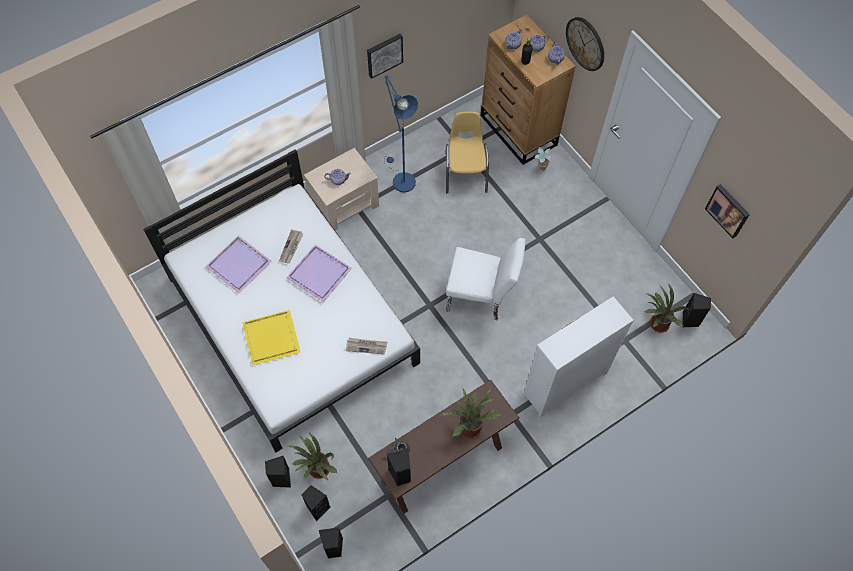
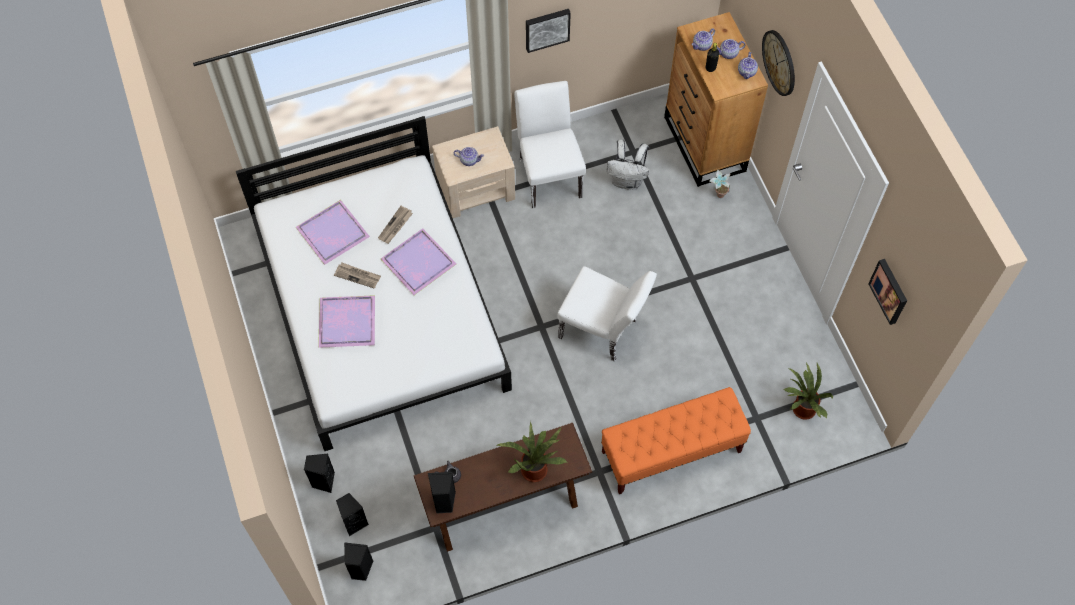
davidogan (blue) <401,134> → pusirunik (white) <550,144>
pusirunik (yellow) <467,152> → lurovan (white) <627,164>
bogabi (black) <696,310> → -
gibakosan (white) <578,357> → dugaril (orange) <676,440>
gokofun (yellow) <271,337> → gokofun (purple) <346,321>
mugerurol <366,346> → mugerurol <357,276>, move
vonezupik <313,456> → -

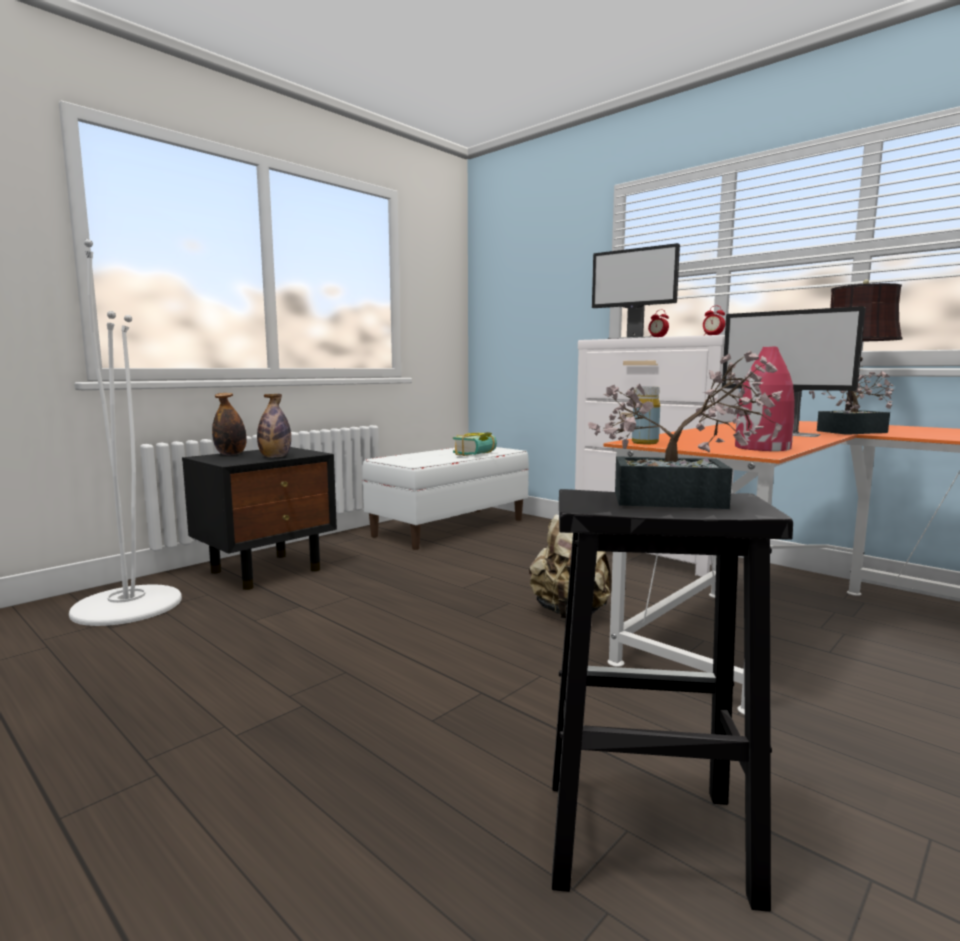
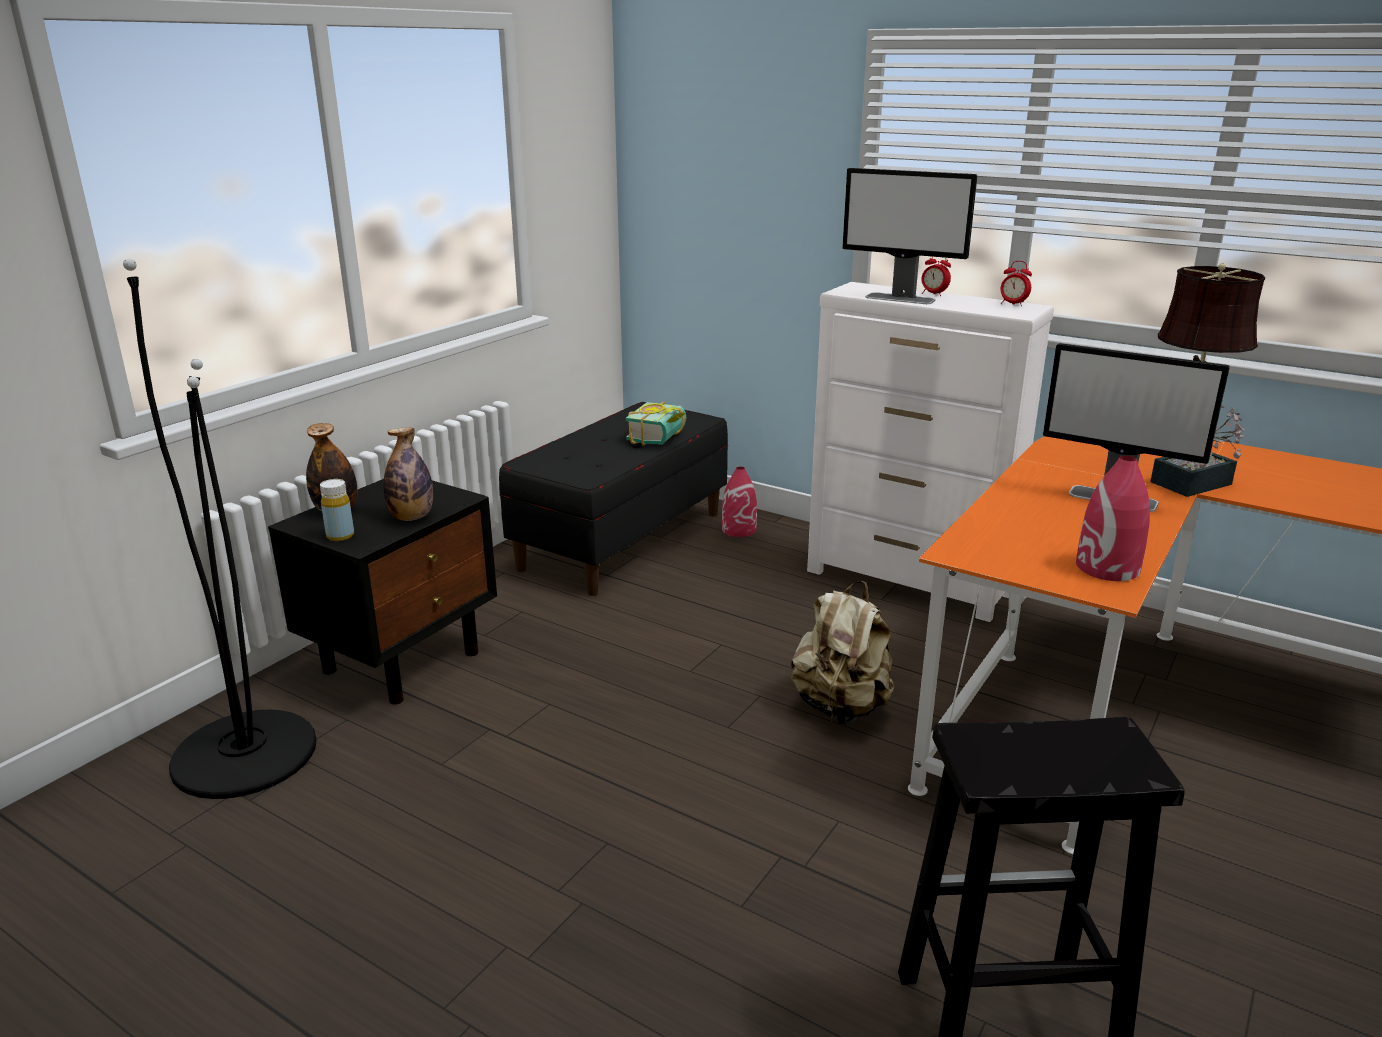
davidogan (white) <125,432> → davidogan (black) <220,529>
vonezupik <685,429> → -
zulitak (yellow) <646,415> → zulitak (yellow) <337,510>, move
dugaril (white) <445,498> → dugaril (black) <613,499>
- → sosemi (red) <739,502>

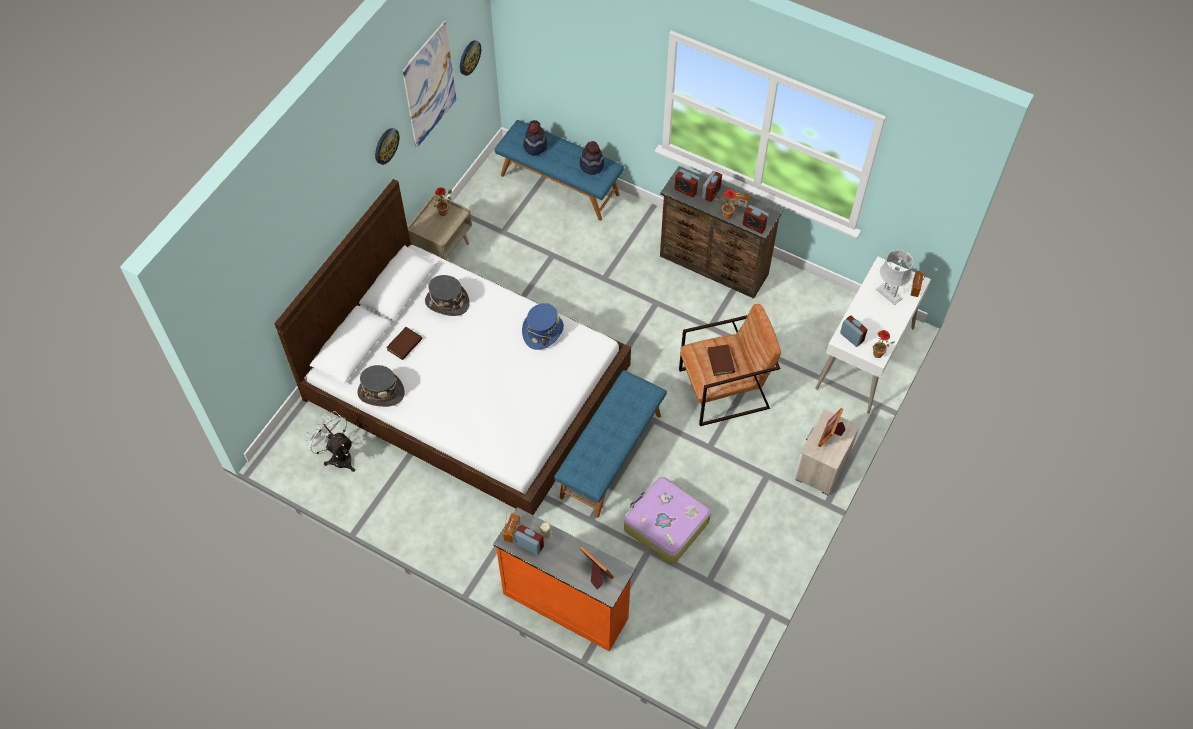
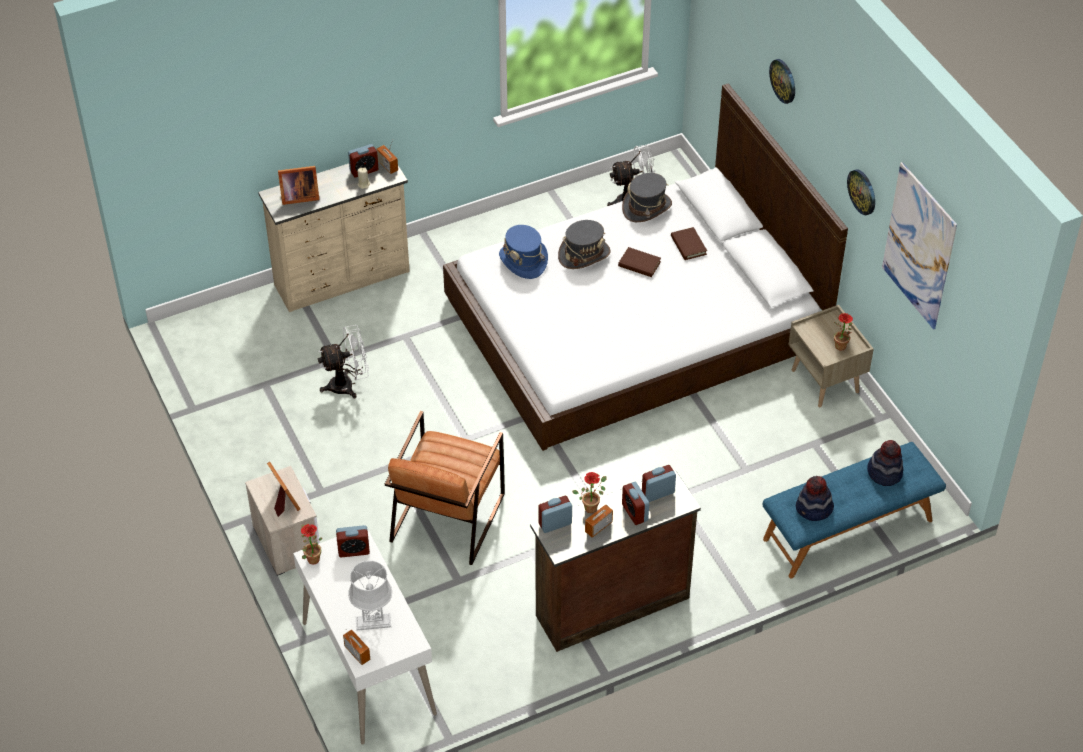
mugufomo <470,58> → mugufomo <782,81>, move
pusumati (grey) <447,295> → pusumati (grey) <584,244>, move
pusumati (blue) <543,326> → pusumati (blue) <523,252>, move
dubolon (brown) <721,360> → dubolon (brown) <639,262>, move
dugaril (blue) <610,443> → -
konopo <667,520> → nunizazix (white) <343,361>
gibakosan (orange) <564,579> → gibakosan (beige) <334,237>

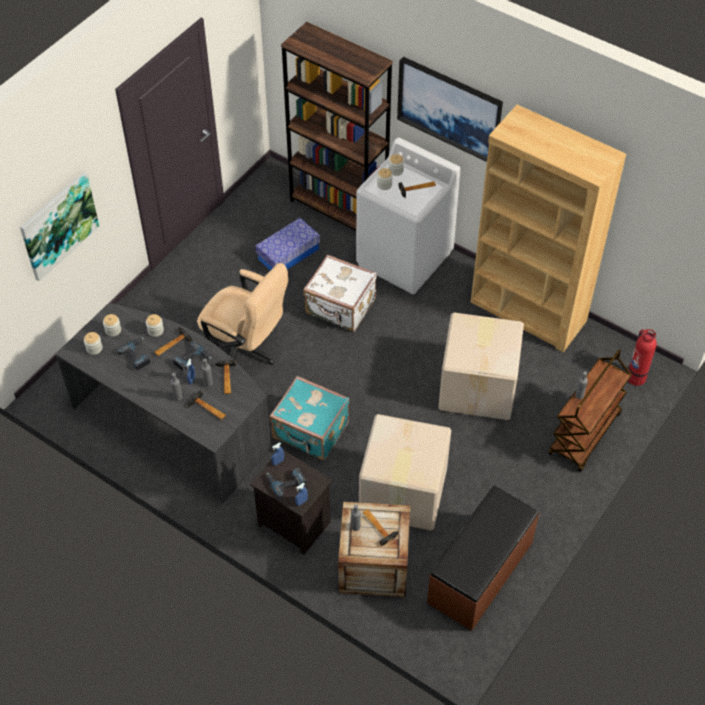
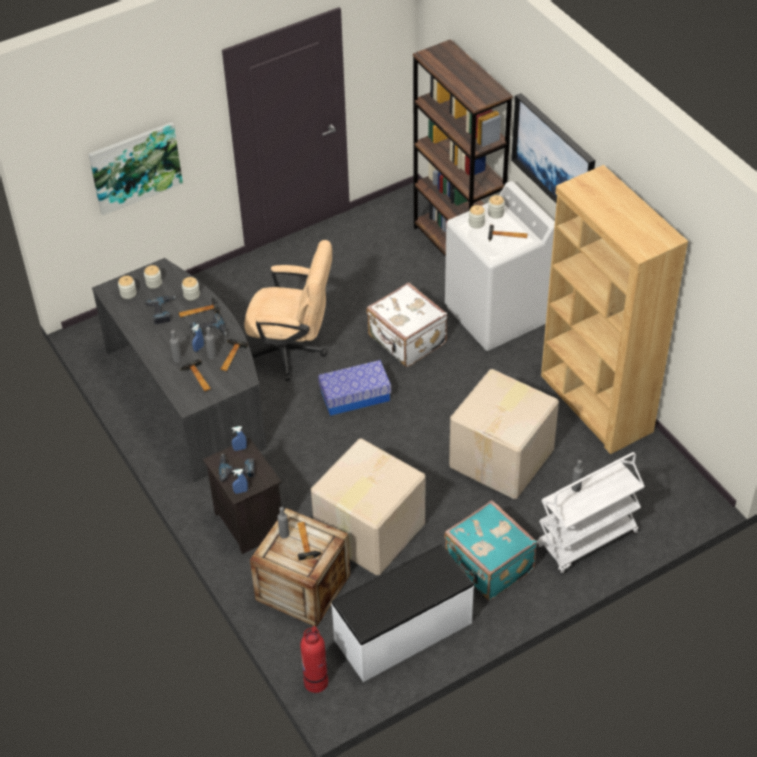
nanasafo <288,244> → nanasafo <354,388>, move
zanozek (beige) <242,314> → zanozek (beige) <288,310>, 45 degrees counterclockwise
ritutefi <642,357> → ritutefi <314,659>, move
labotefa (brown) <590,410> → labotefa (white) <591,513>
konopo (turquoise) <310,418> → konopo (turquoise) <490,550>, move
dugaril (brown) <483,558> → dugaril (white) <402,613>

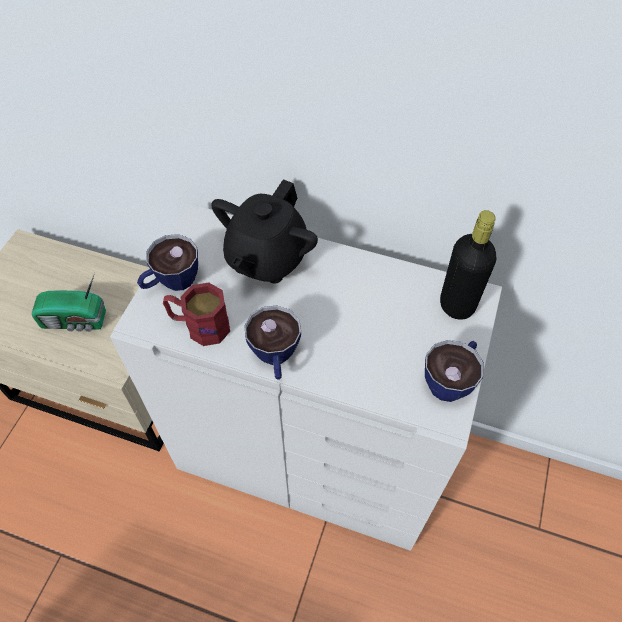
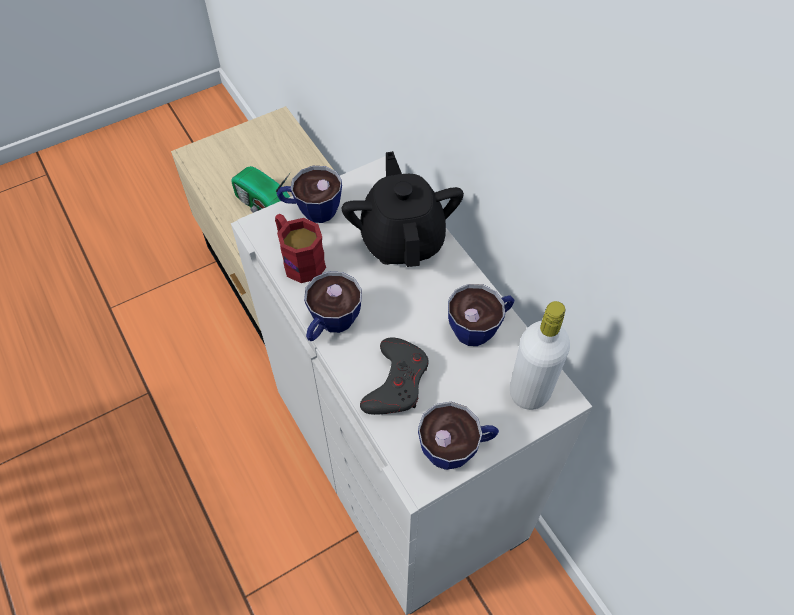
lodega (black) <264,231> → lodega (black) <402,209>, 105 degrees clockwise
zulitak (black) <468,265> → zulitak (white) <540,355>
- → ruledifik <481,315>
- → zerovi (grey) <394,376>

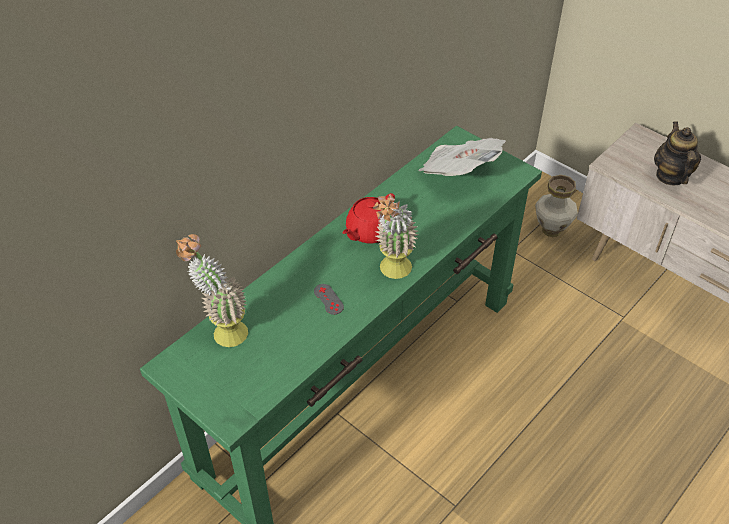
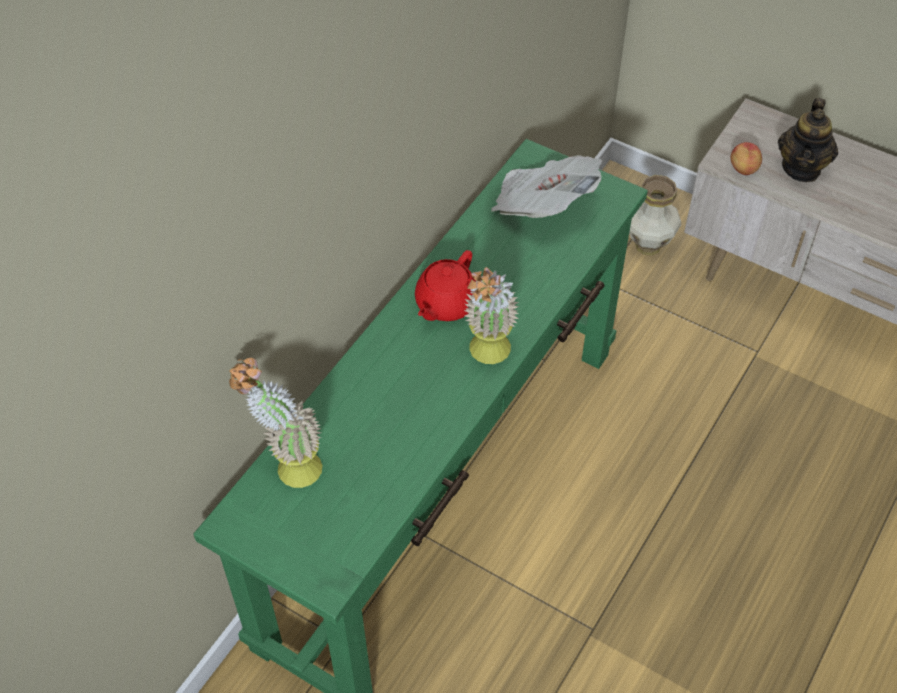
lodega <677,153> → lodega <808,140>, 150 degrees counterclockwise
zerovi (grey) <329,299> → -
- → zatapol <746,158>

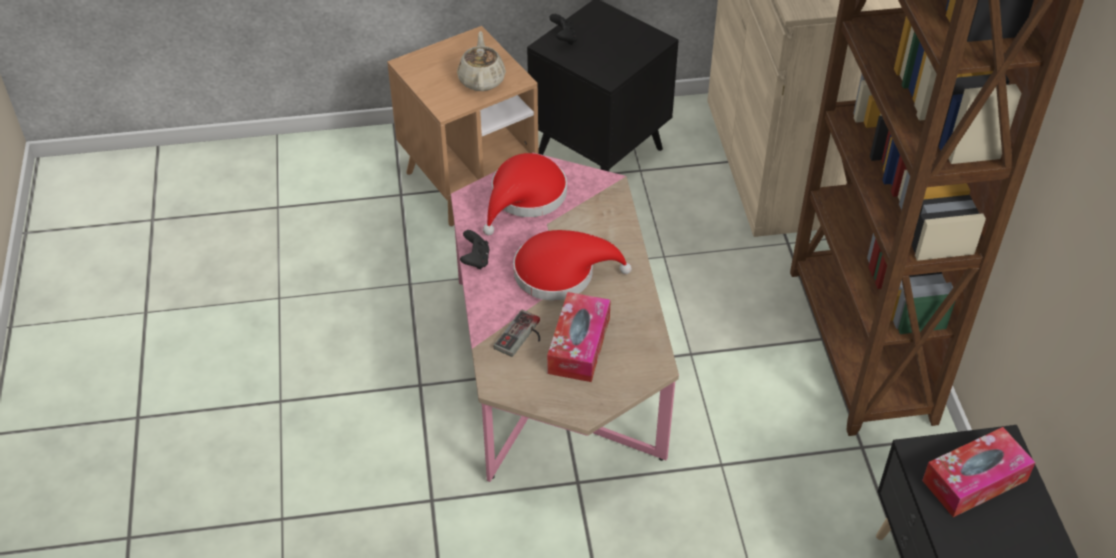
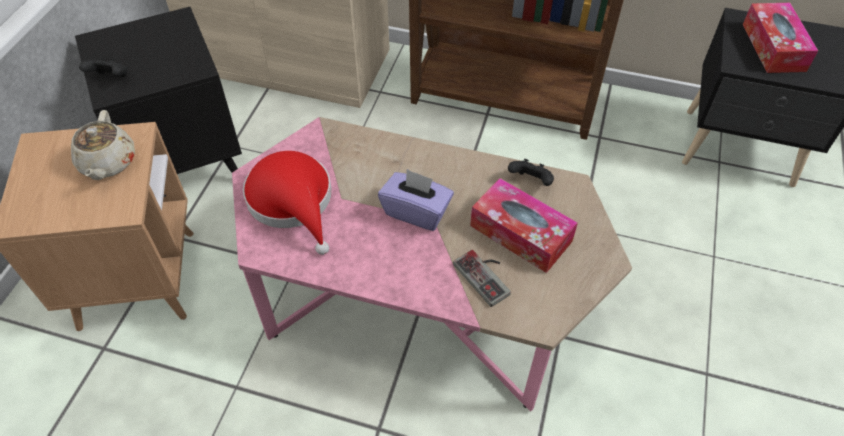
lodega (beige) <481,61> → lodega (beige) <103,145>, 120 degrees counterclockwise
zerovi (black) <475,250> → zerovi (black) <531,172>, move
pusumati (red) <572,265> → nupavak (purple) <416,200>

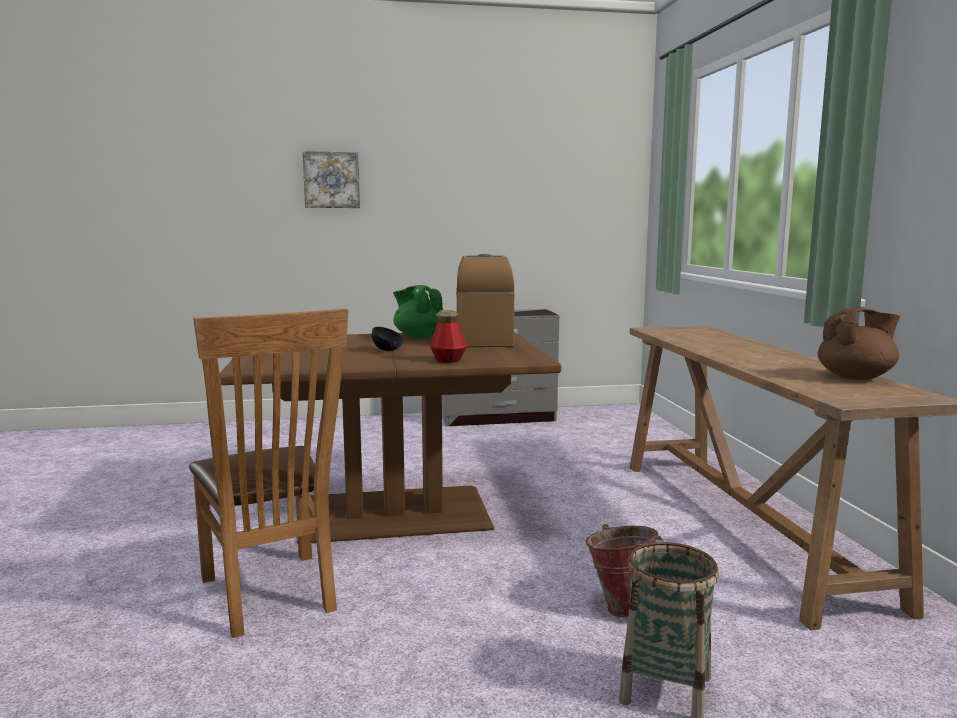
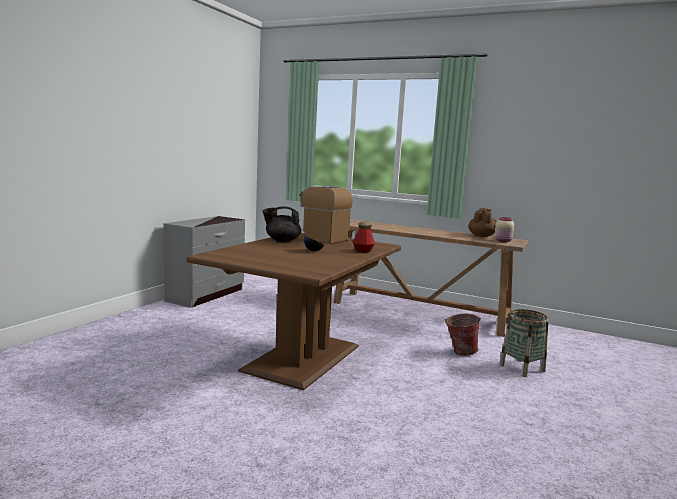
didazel <331,179> → -
lodega (green) <418,312> → lodega (black) <281,224>
pusirunik (brown) <269,473> → -
- → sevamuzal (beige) <504,229>

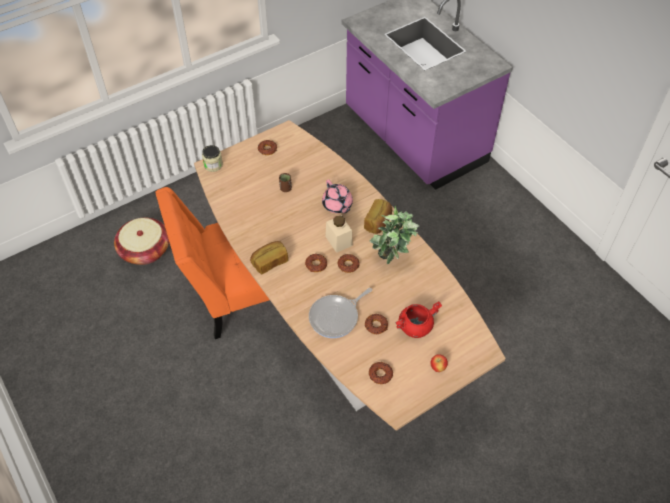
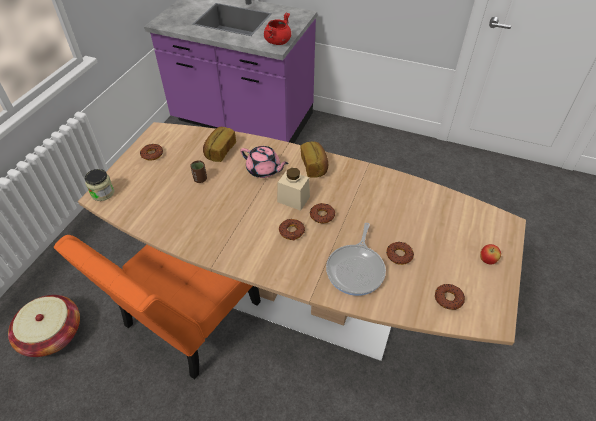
vonezupik <394,234> → -
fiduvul <269,258> → fiduvul <219,144>, move
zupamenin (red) <418,319> → zupamenin (red) <277,29>, move

